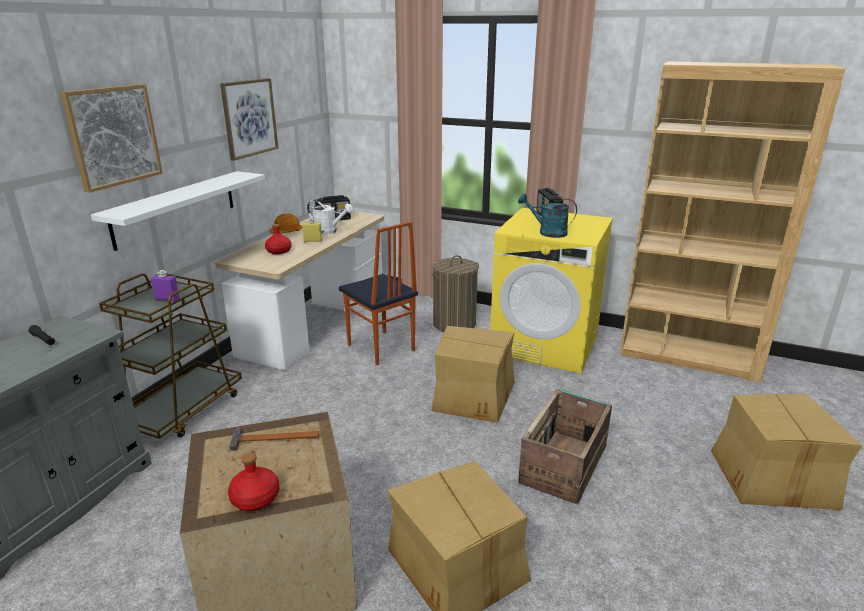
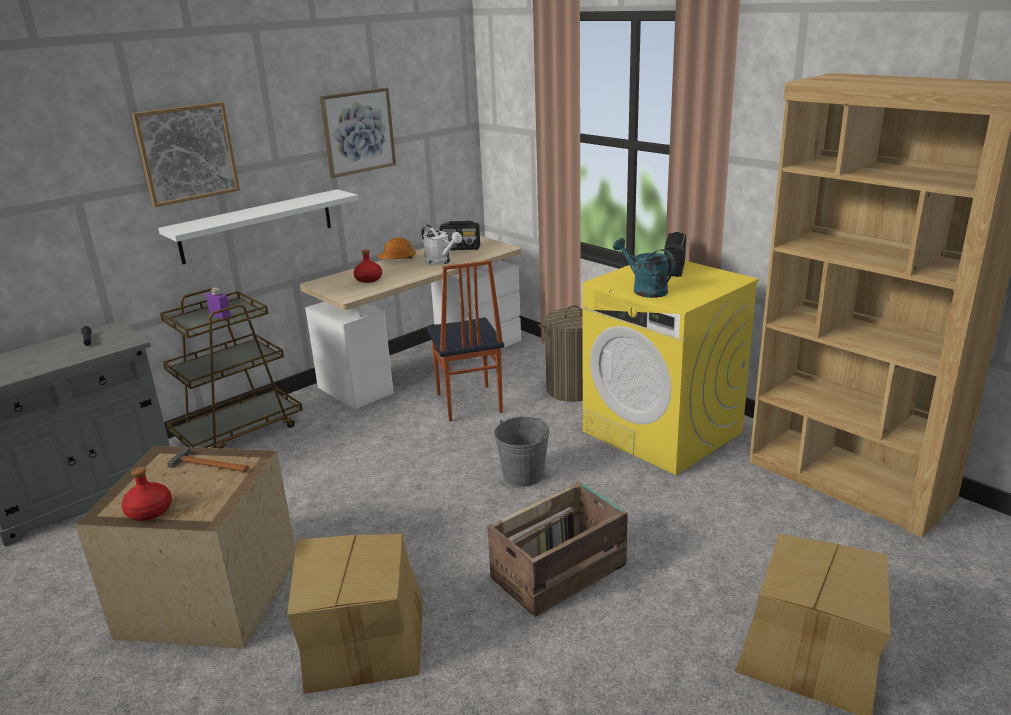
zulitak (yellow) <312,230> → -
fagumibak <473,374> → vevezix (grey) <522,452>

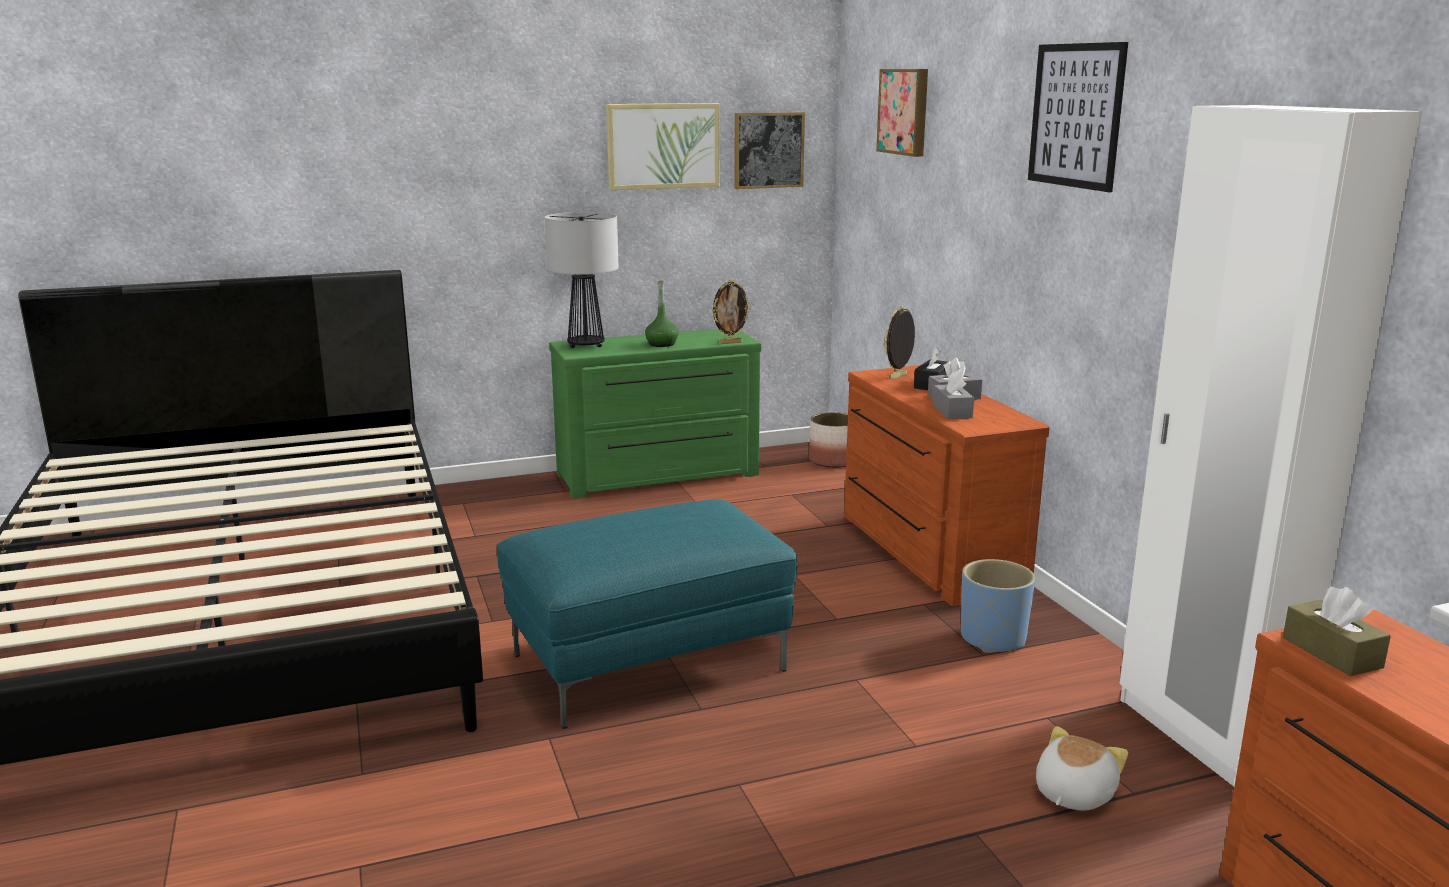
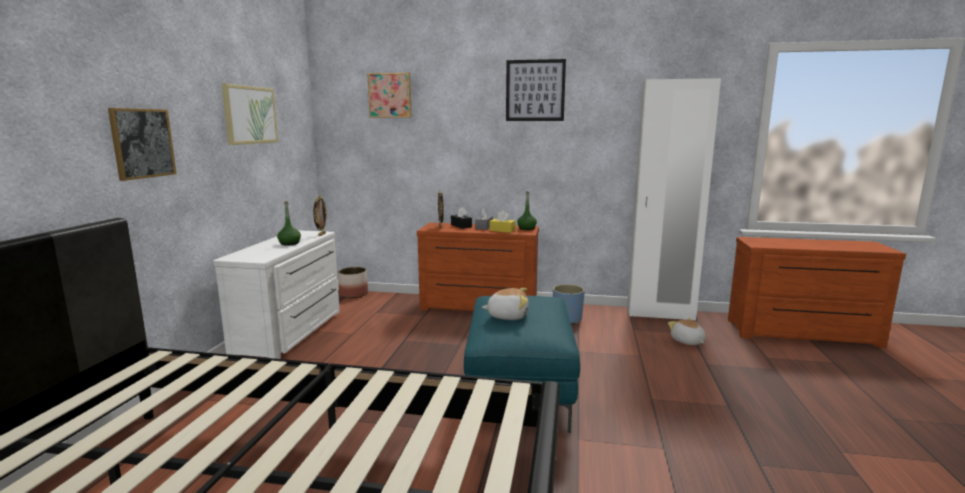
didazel <769,150> → didazel <142,144>, move
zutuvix <582,280> → -
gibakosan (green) <655,413> → gibakosan (white) <277,294>
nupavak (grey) <953,395> → nupavak (yellow) <503,222>
nupavak (brown) <1337,631> → -
- → zulitak (green) <527,211>
- → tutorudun <505,304>

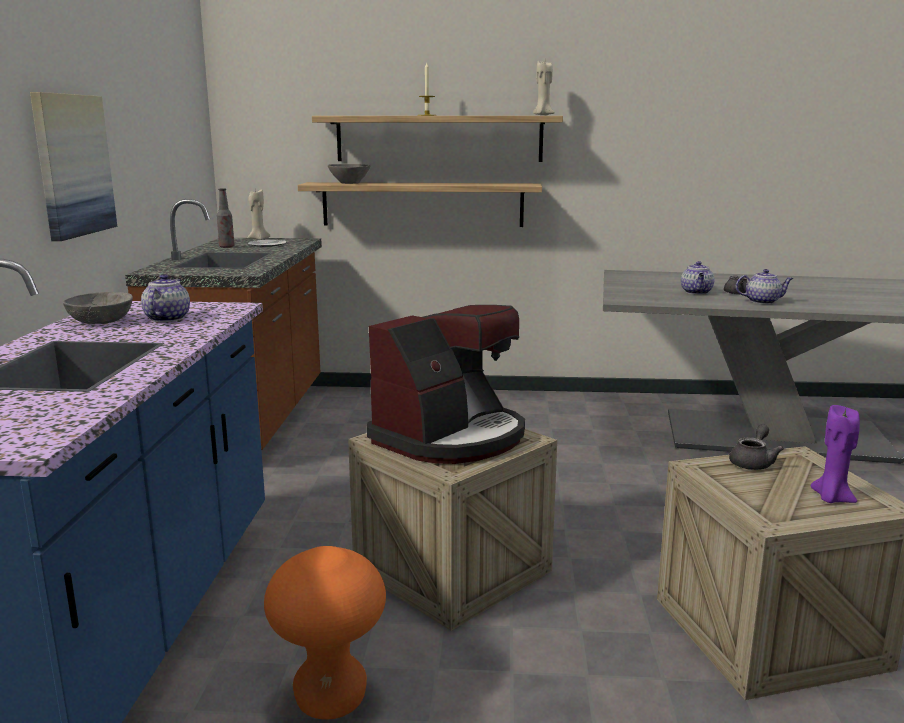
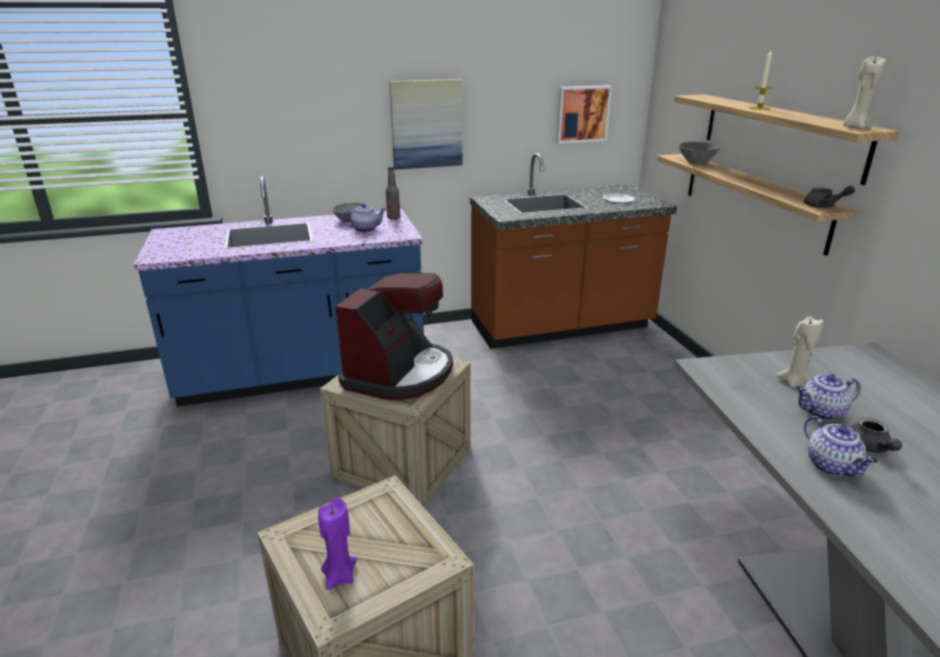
zulitak <226,218> → zulitak <393,192>, move
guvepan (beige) <258,215> → guvepan (beige) <799,352>, move
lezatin <446,384> → lezatin <394,336>, 90 degrees counterclockwise
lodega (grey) <756,447> → lodega (grey) <829,197>, move
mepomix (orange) <325,633> → -
- → didazel <584,114>

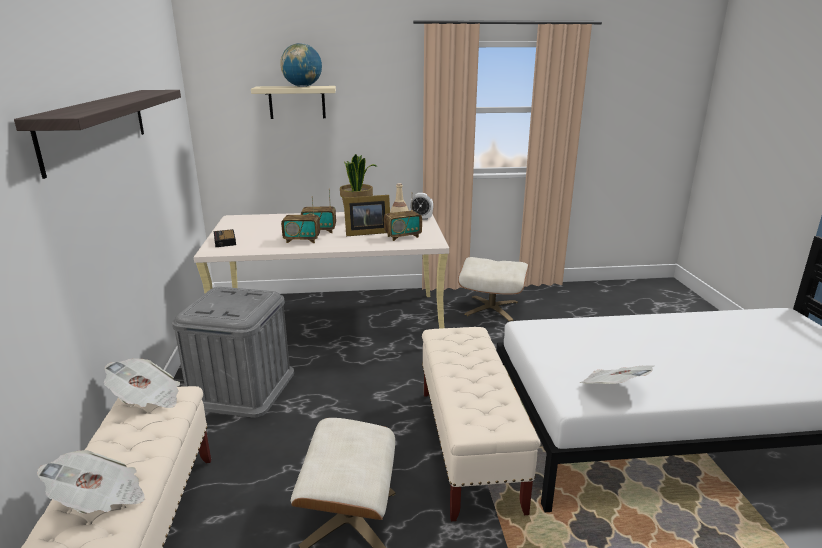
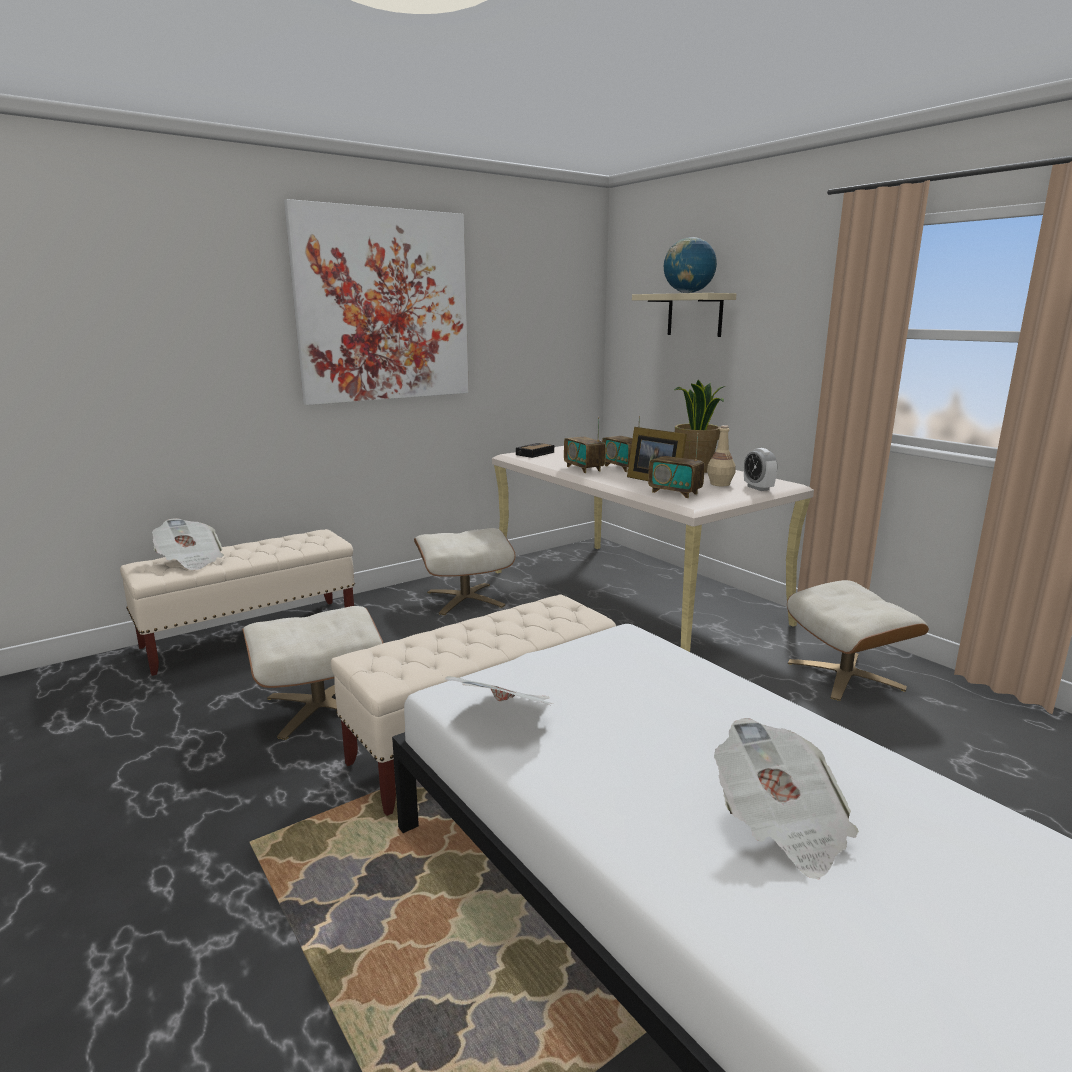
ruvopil <97,134> → didazel <376,302>
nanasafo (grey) <233,352> → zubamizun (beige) <465,571>
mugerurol <142,383> → mugerurol <786,798>, move

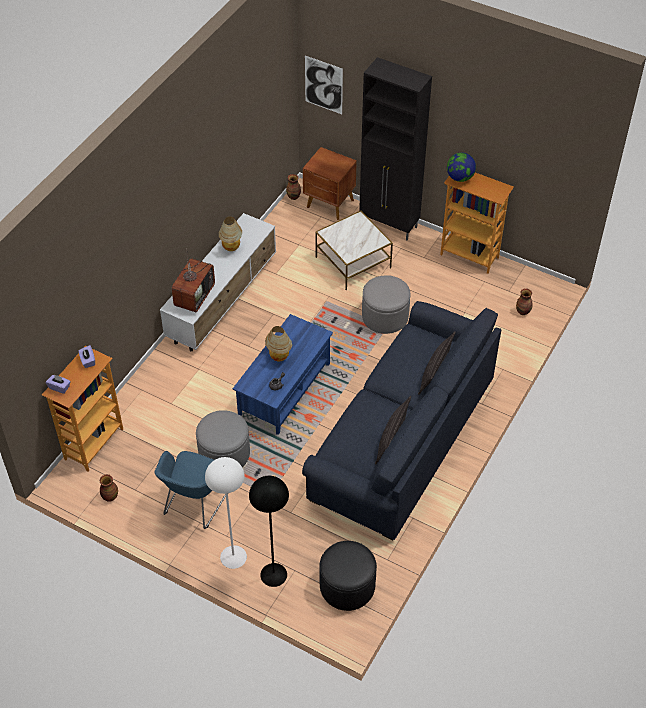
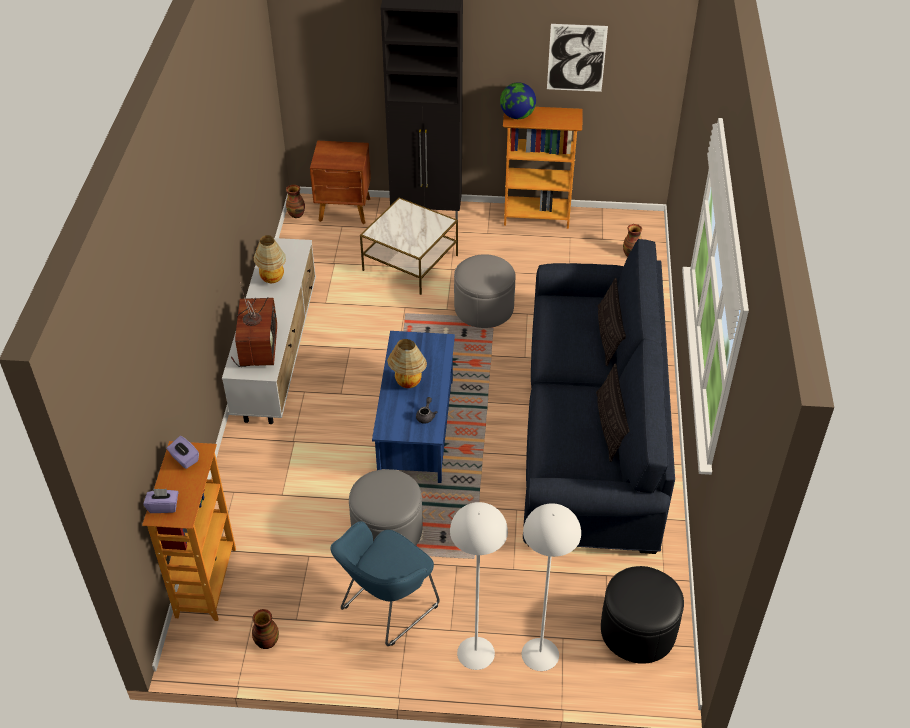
didazel <324,85> → didazel <577,58>, move
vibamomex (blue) <190,490> → vibamomex (blue) <385,583>, 45 degrees clockwise
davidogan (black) <269,531> → davidogan (white) <551,587>

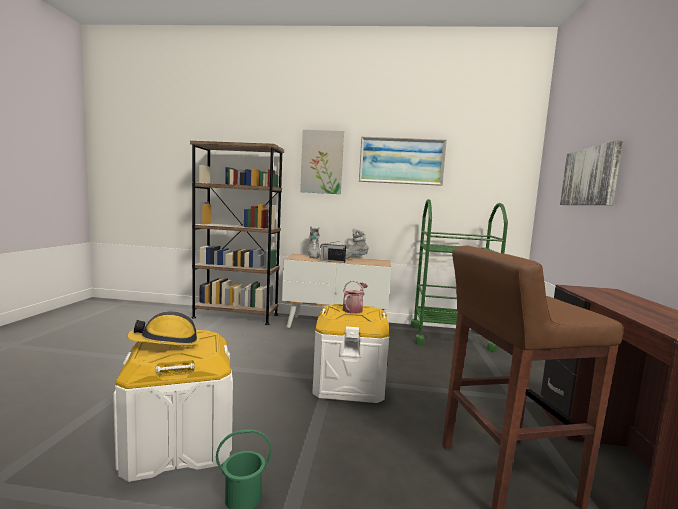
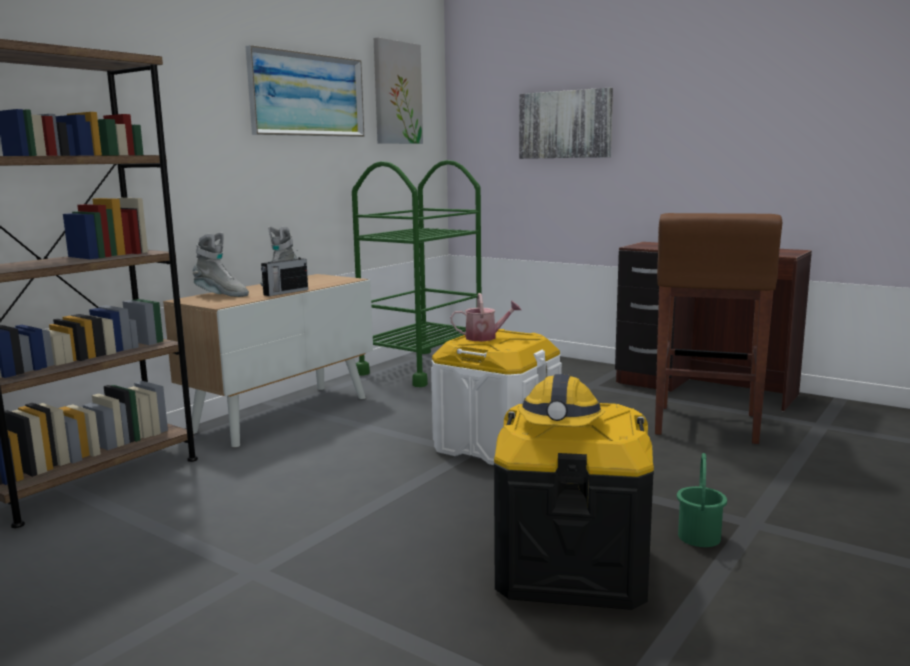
didazel <322,162> → didazel <398,90>, move
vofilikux <354,297> → vofilikux <485,317>, 120 degrees clockwise
nanasafo (white) <173,406> → nanasafo (black) <574,506>

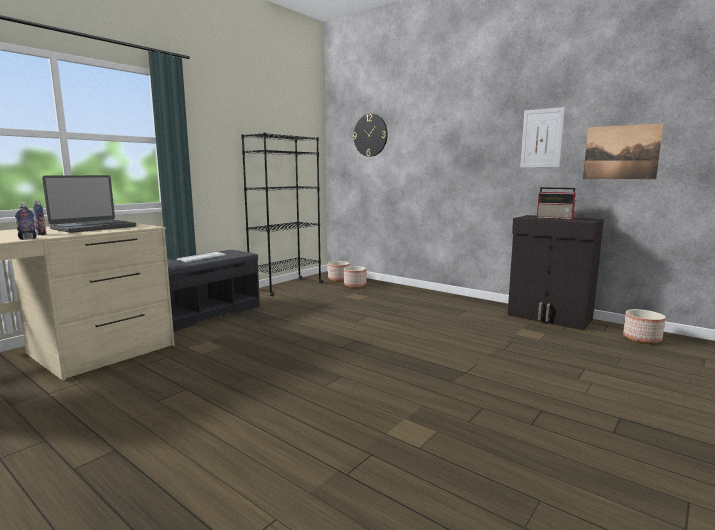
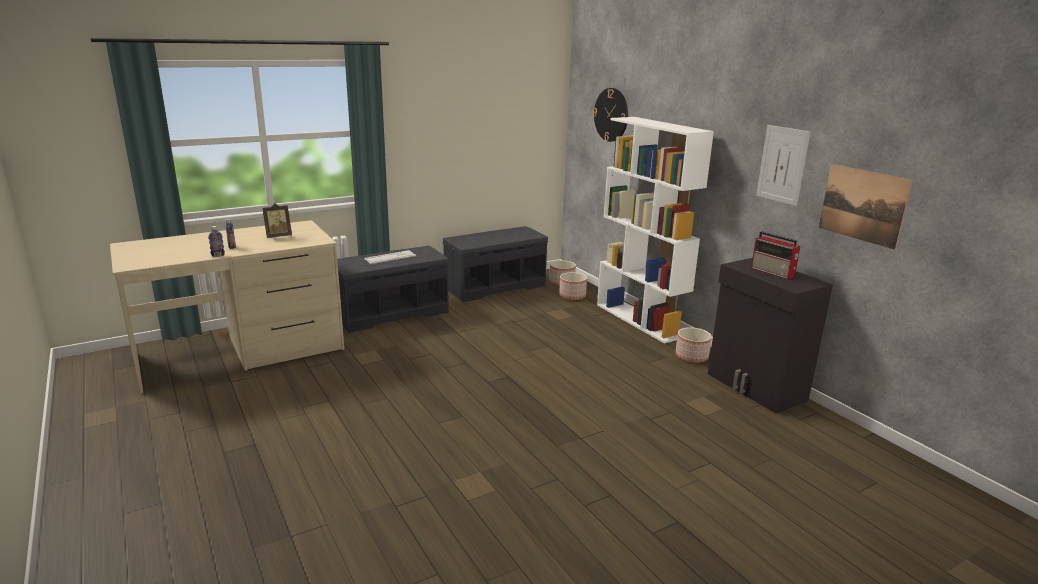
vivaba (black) <282,214> → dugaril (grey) <495,264>
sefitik <89,204> → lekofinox <277,220>
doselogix <644,326> → doselogix <693,345>, move
- → vivaba (white) <655,230>

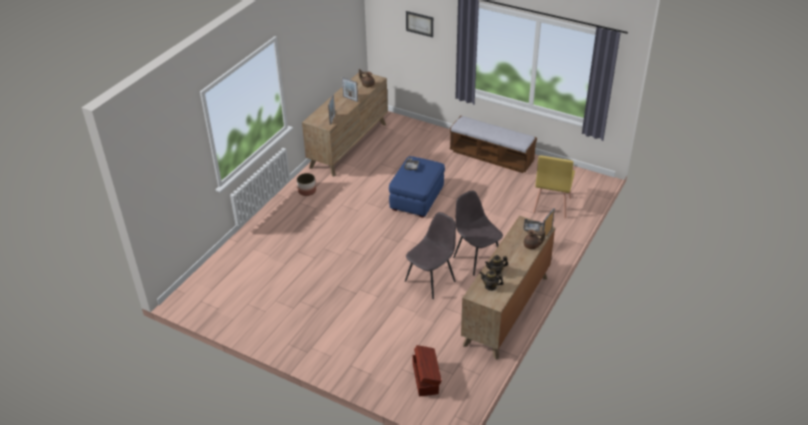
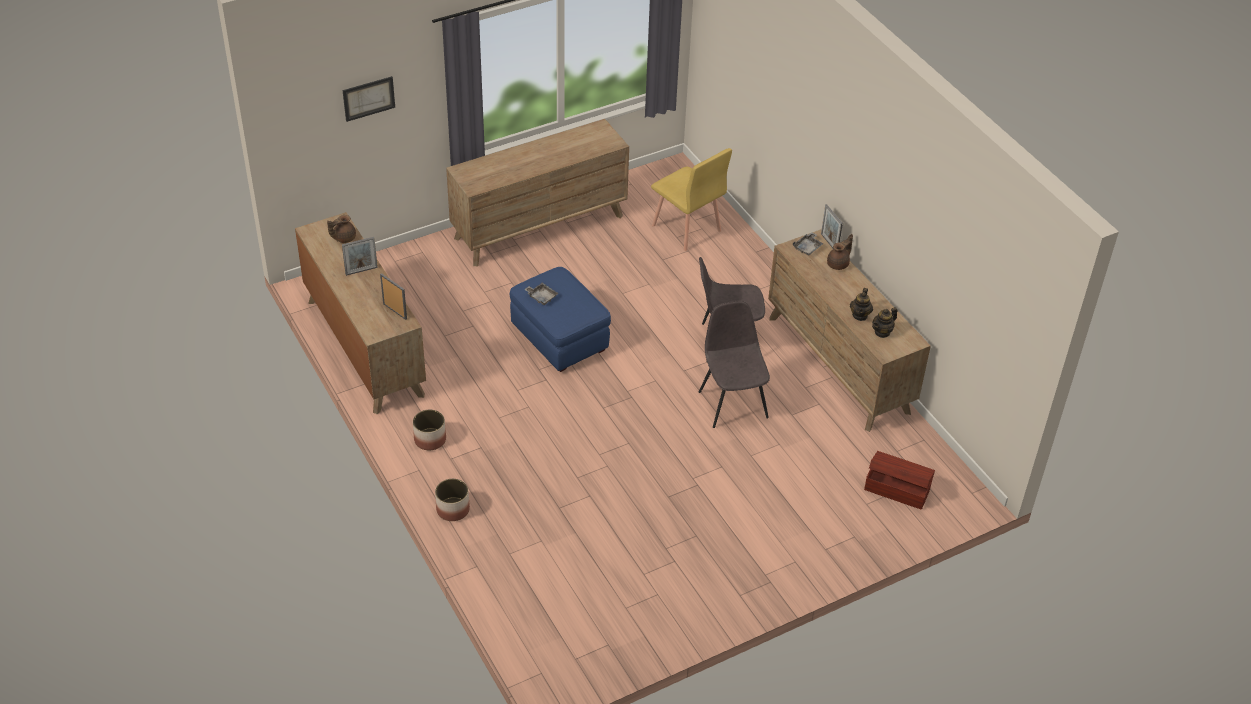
dugaril <493,144> → gibakosan (brown) <537,192>
- → doselogix <452,500>

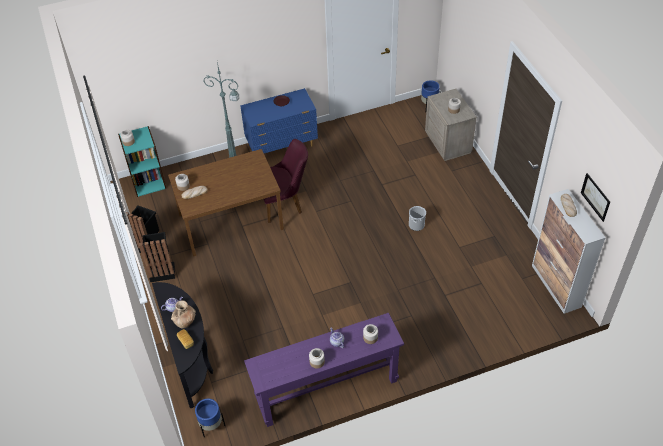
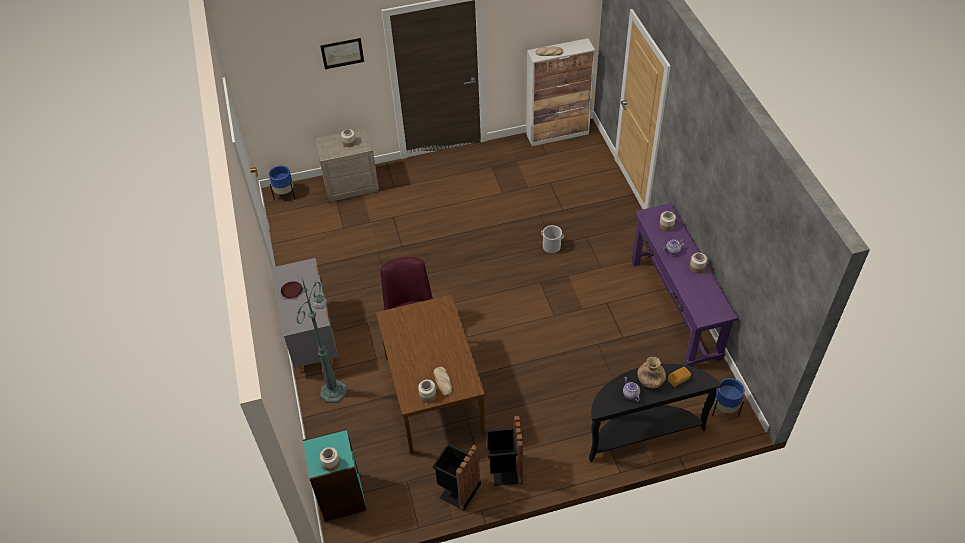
gibakosan (blue) <279,120> → gibakosan (grey) <305,315>
didazel <595,197> → didazel <342,53>, move
vevezix <417,218> → vevezix <552,239>, move

